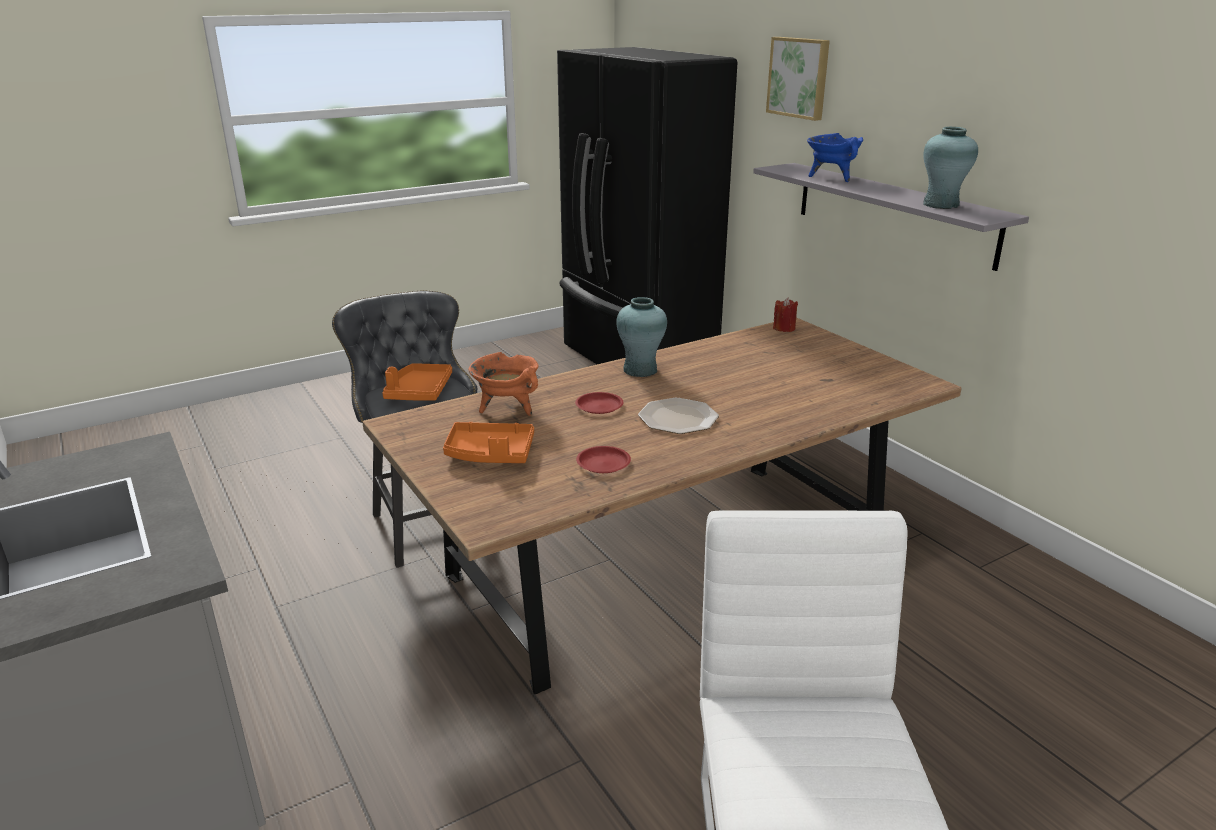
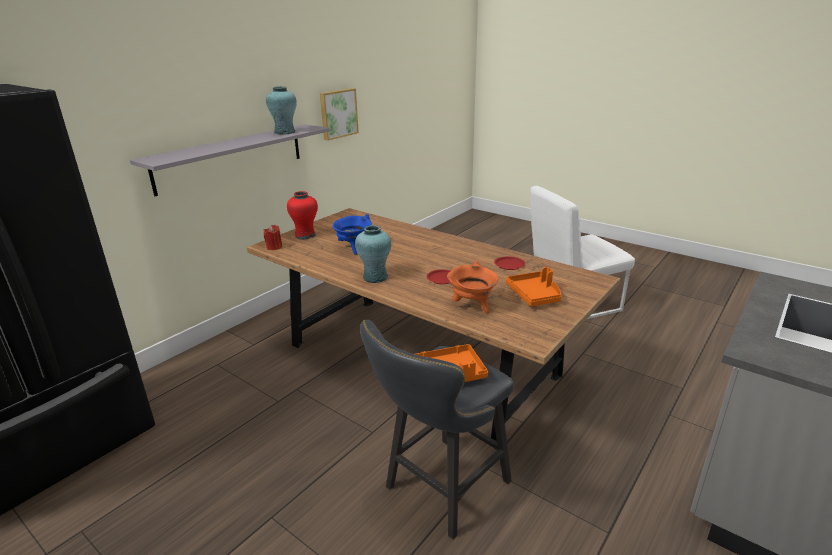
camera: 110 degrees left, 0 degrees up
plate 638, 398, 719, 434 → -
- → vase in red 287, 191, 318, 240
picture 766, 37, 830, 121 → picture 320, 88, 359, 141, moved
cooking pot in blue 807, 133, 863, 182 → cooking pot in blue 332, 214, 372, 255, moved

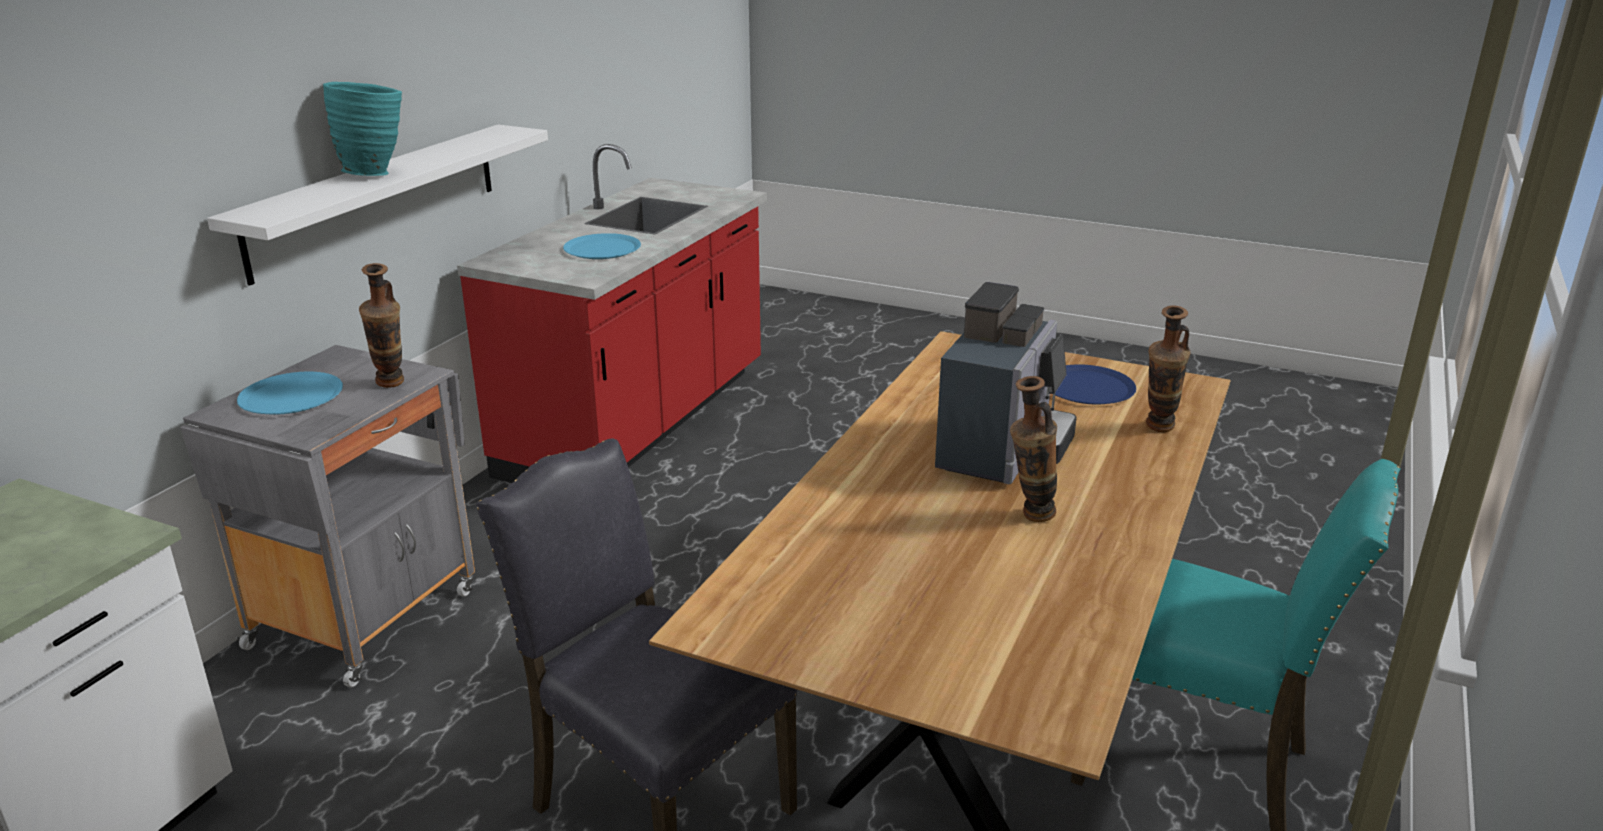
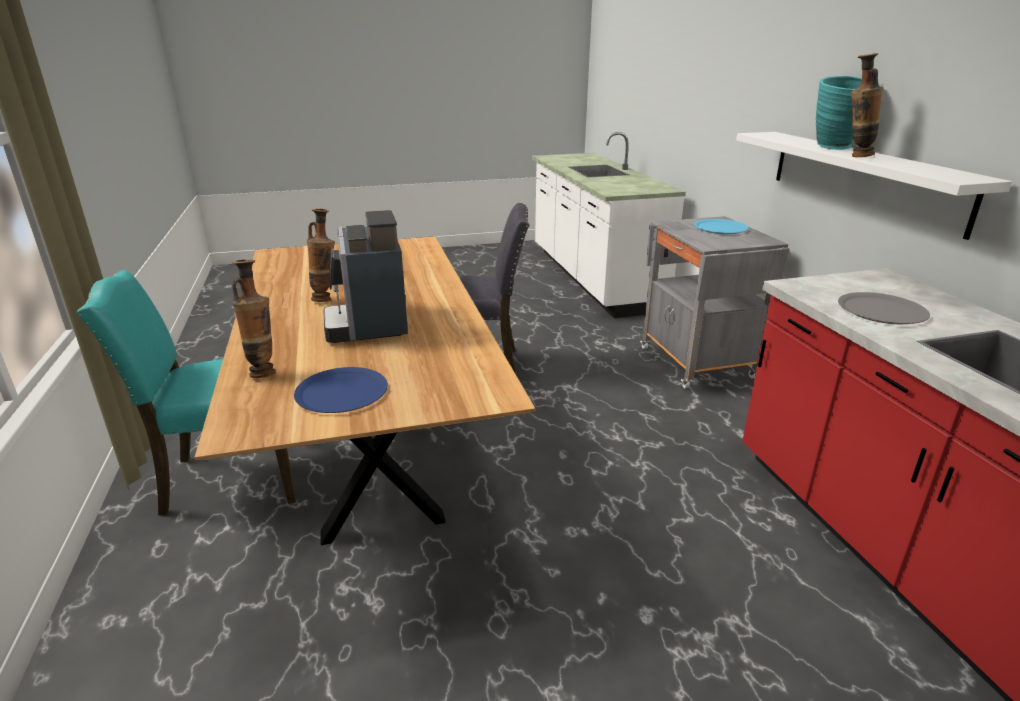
camera: 140 degrees right, 0 degrees up
vase 359, 263, 404, 388 → vase 851, 53, 883, 157, moved
plate in blue 563, 233, 641, 259 → plate in grey 838, 292, 930, 324

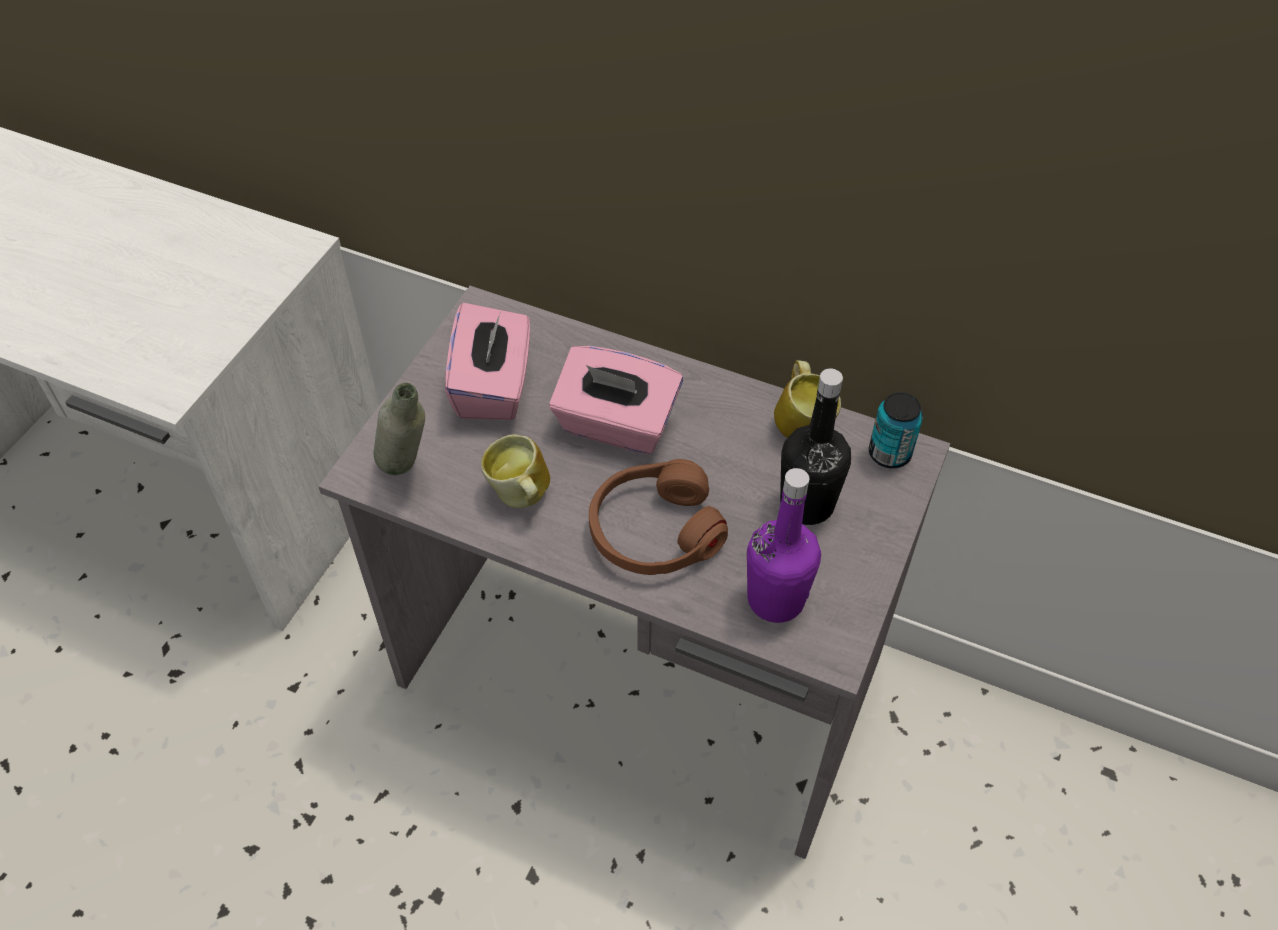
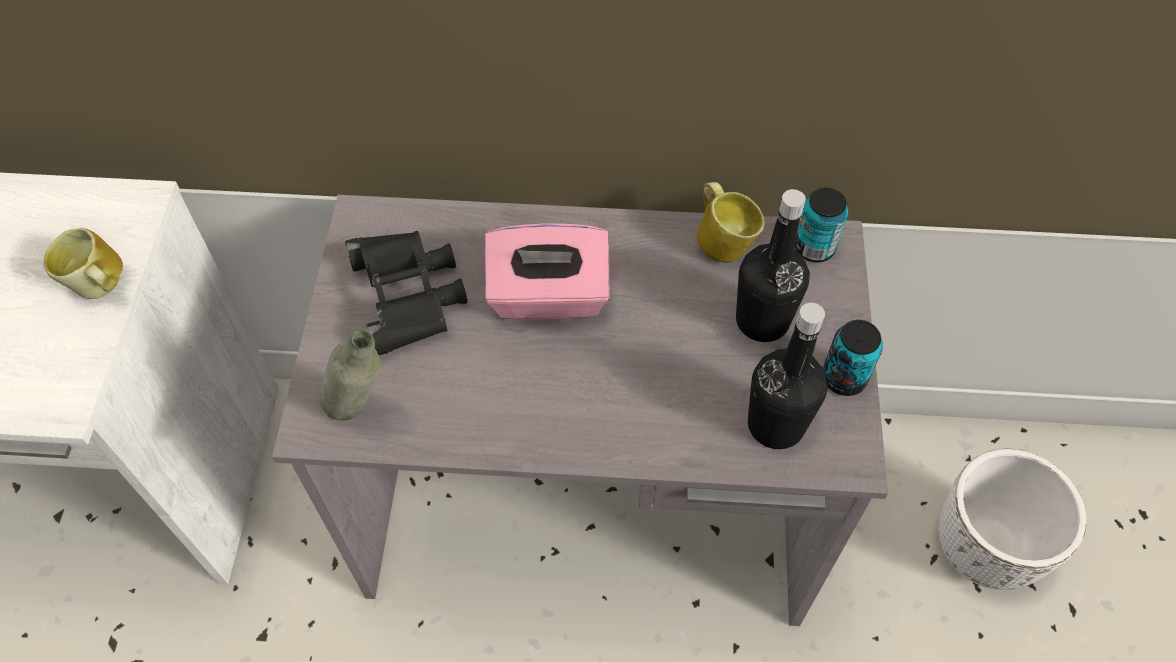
camera: 20 degrees left, 5 degrees up
headphones in brown 589, 459, 728, 575 → -
- → can 823, 320, 883, 396
- → planter in white 939, 449, 1087, 590
mug 481, 434, 550, 508 → mug 44, 228, 123, 299, moved
tissue box in pink 445, 303, 530, 420 → binoculars in black 345, 231, 468, 355
bottle in purple 747, 468, 821, 623 → bottle in black 748, 303, 827, 449

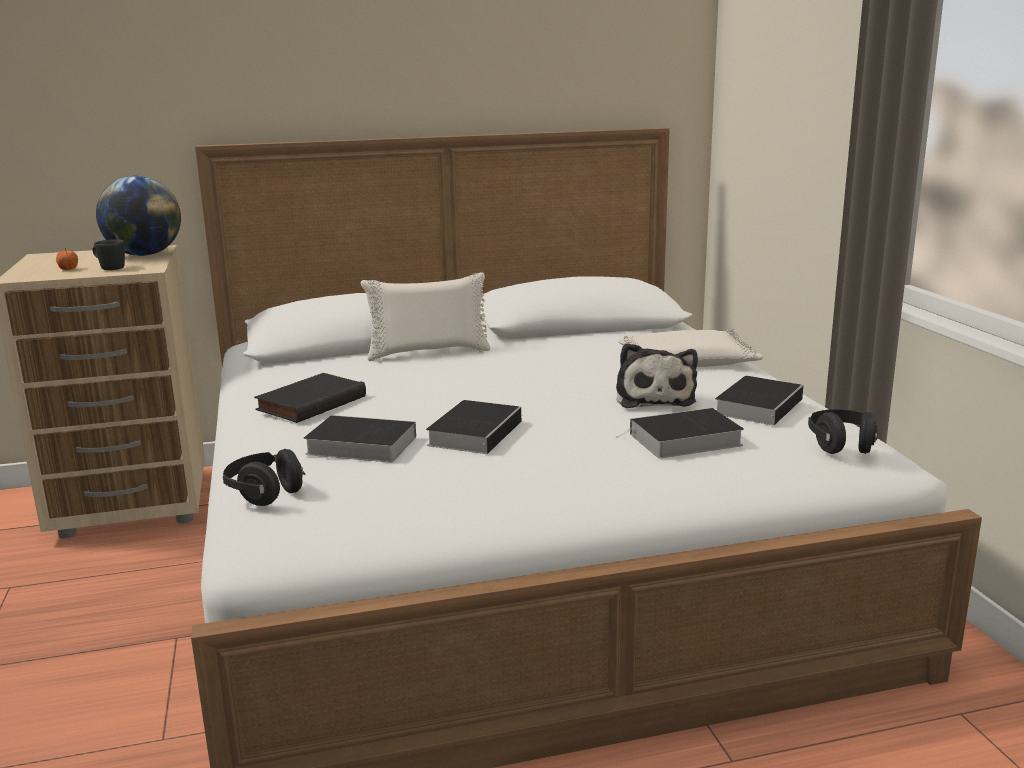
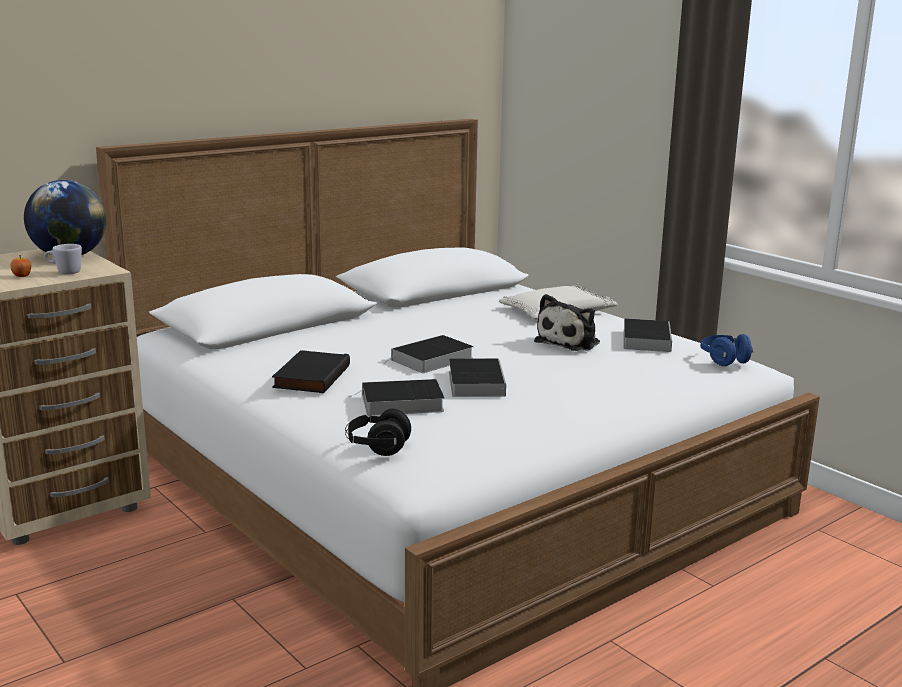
camera: 25 degrees left, 0 degrees up
pillow in white 361, 272, 490, 361 → -
book 615, 408, 744, 458 → book 383, 335, 474, 373, moved
mug in black 92, 239, 125, 270 → mug in white 44, 244, 82, 274
headphones in black 808, 409, 878, 454 → headphones in blue 700, 334, 754, 366
plush toy 616, 343, 698, 408 → plush toy 534, 294, 600, 351, 60 degrees clockwise

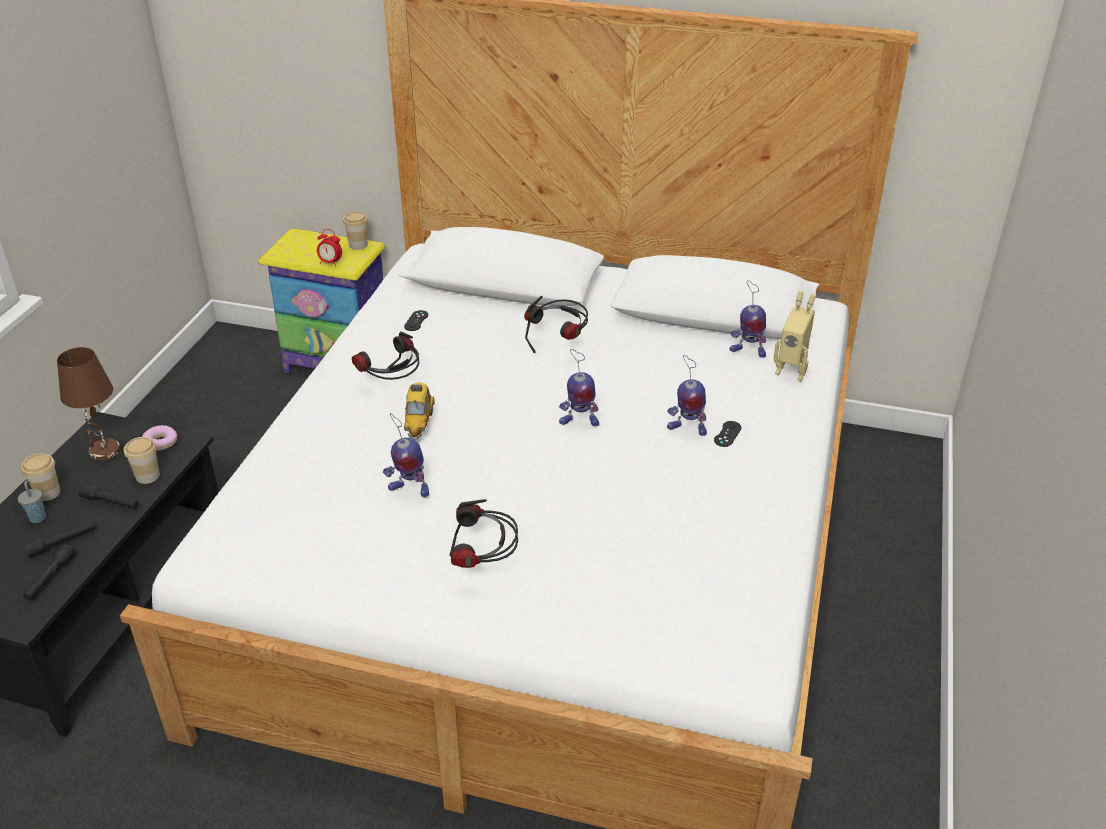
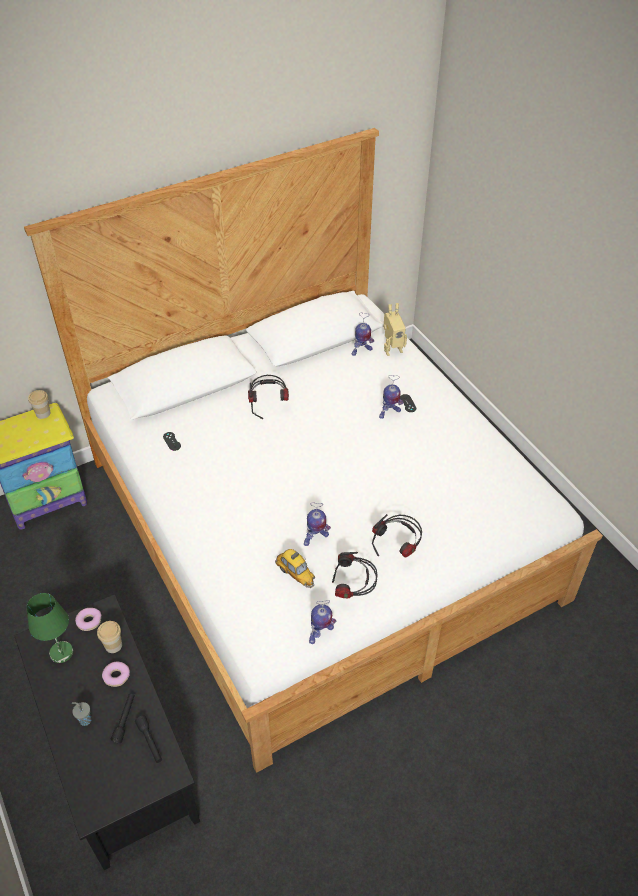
camera: 45 degrees left, 10 degrees up
cup 21, 453, 60, 501 → -
alarm clock 317, 229, 342, 267 → -
headphones 352, 332, 419, 380 → headphones 332, 552, 378, 598, moved
toy car 404, 383, 435, 439 → toy car 275, 549, 315, 588, moved
toy robot 559, 349, 599, 426 → toy robot 309, 600, 336, 644, moved
flashlight in black 79, 483, 139, 509 → donut 102, 662, 130, 687
table lamp in brown 57, 347, 120, 461 → table lamp in green 27, 593, 73, 663

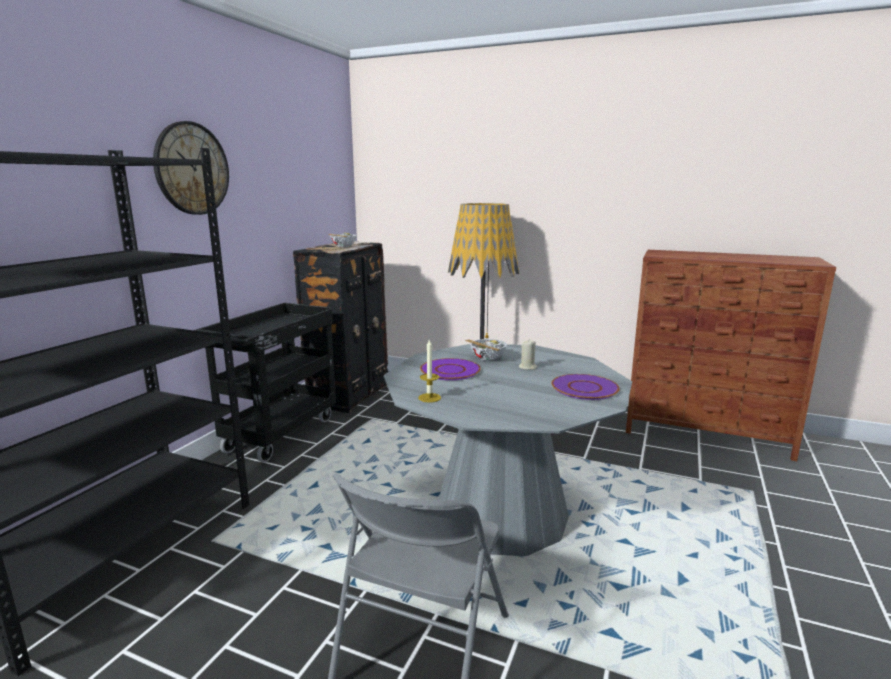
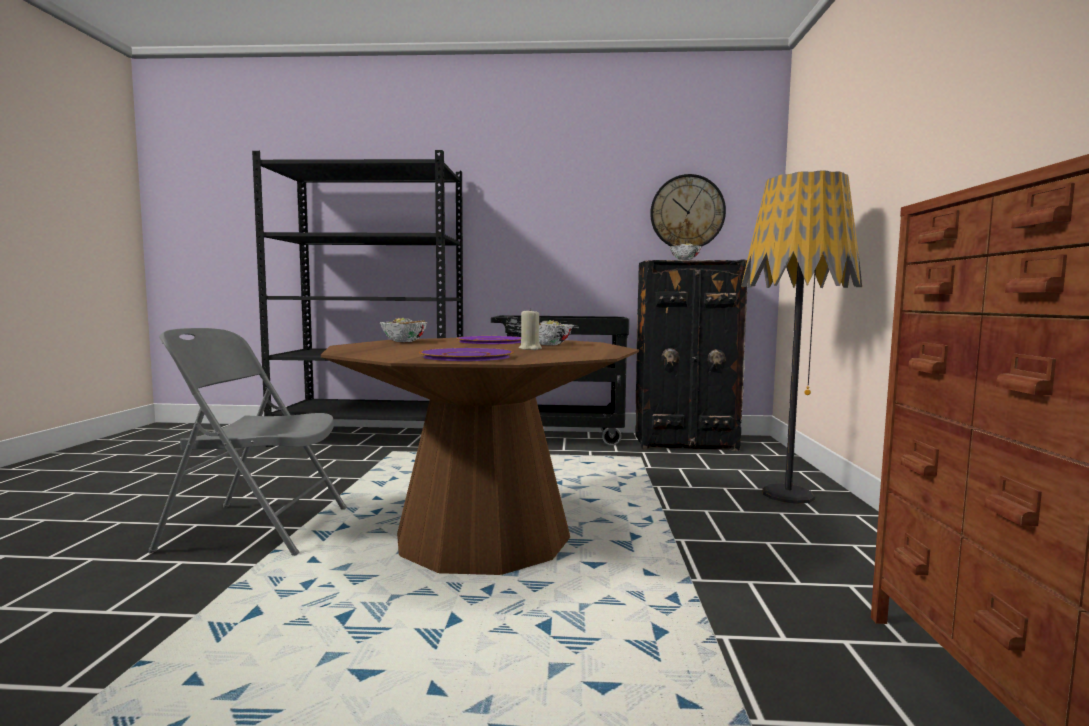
camera: 70 degrees right, 10 degrees down
wall clock 153, 121, 229, 215 → wall clock 650, 174, 726, 246, moved
candle 418, 340, 441, 402 → bowl 380, 318, 428, 342
dining table in grey 383, 344, 632, 556 → dining table in brown 321, 338, 639, 575

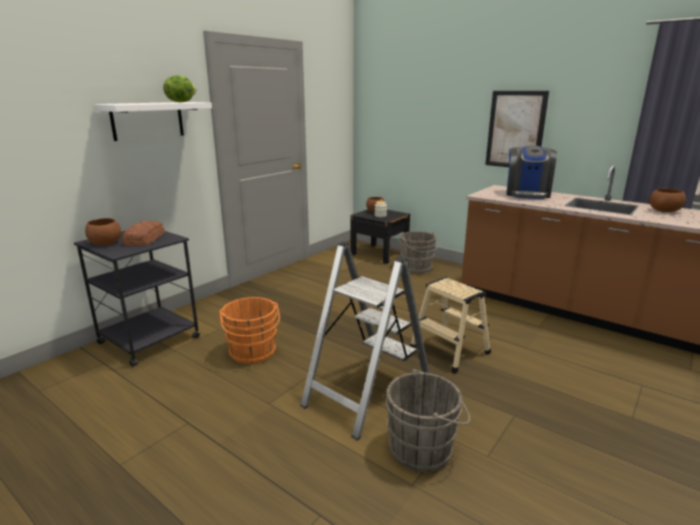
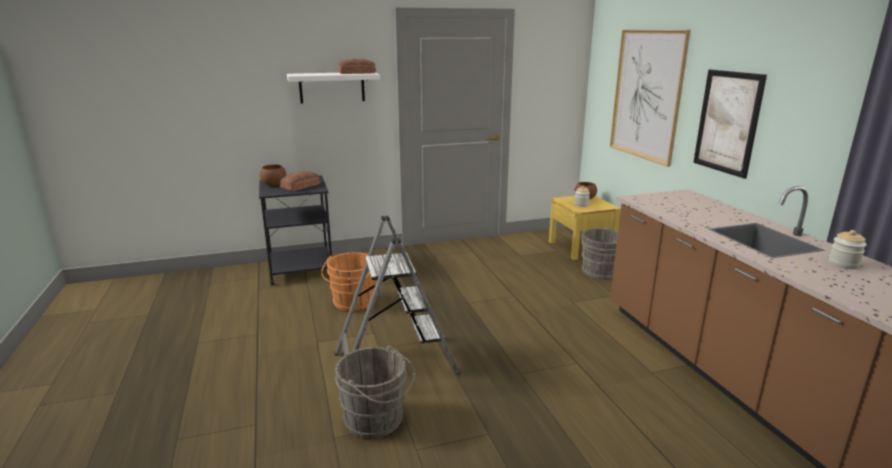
camera: 35 degrees right, 0 degrees up
step ladder in beige 410, 277, 491, 374 → -
coffee machine 506, 145, 557, 199 → -
- → picture 610, 30, 691, 167
lettuce 163, 75, 197, 102 → bread 338, 59, 376, 74
bowl in brown 650, 189, 686, 212 → jar 829, 230, 867, 269
nightstand in black 350, 209, 410, 264 → nightstand in yellow 549, 196, 621, 260

